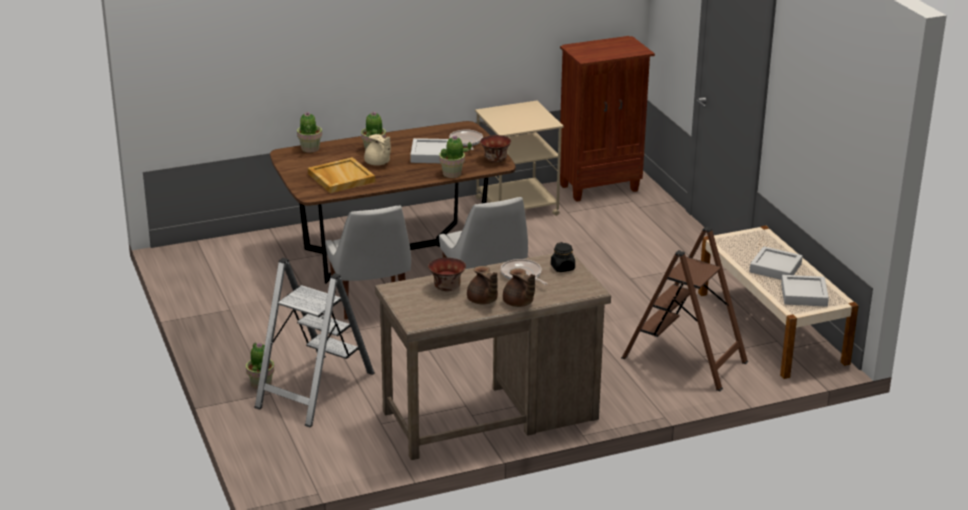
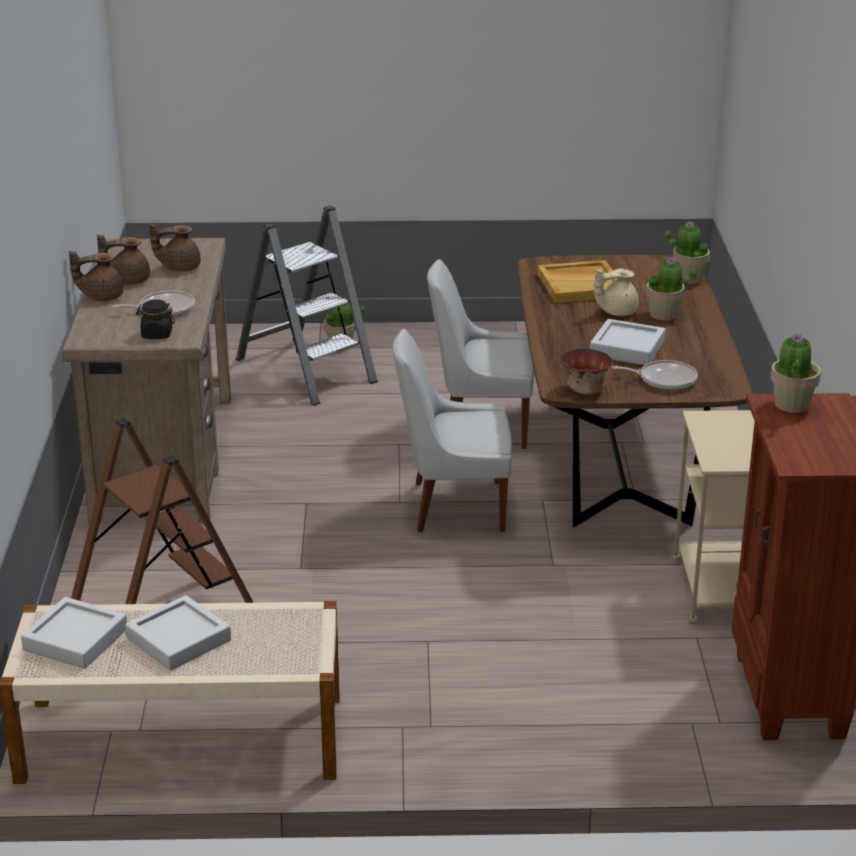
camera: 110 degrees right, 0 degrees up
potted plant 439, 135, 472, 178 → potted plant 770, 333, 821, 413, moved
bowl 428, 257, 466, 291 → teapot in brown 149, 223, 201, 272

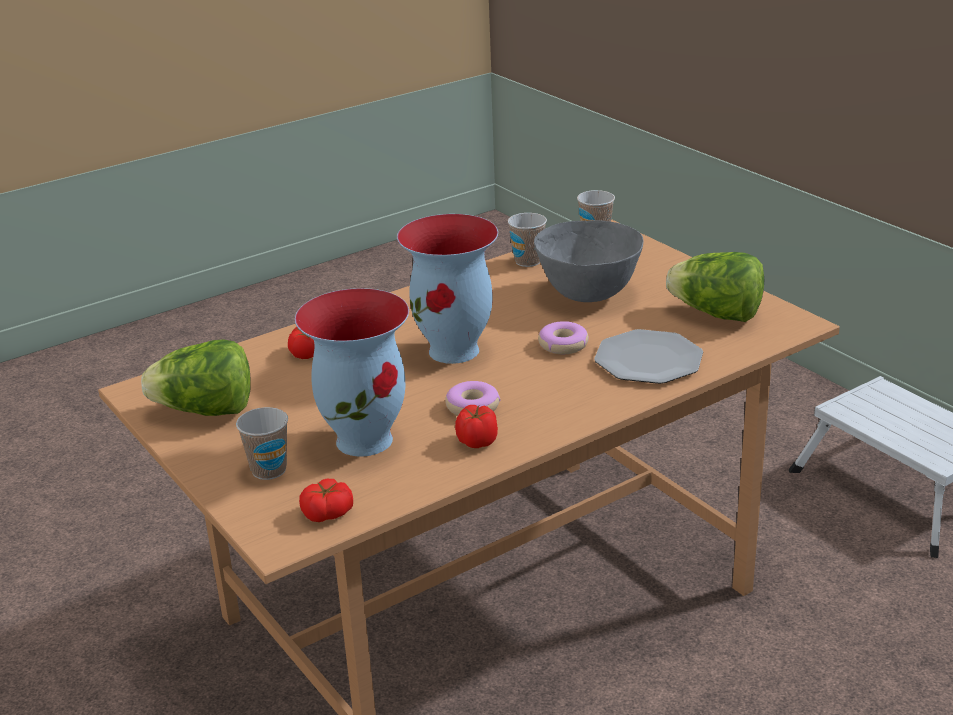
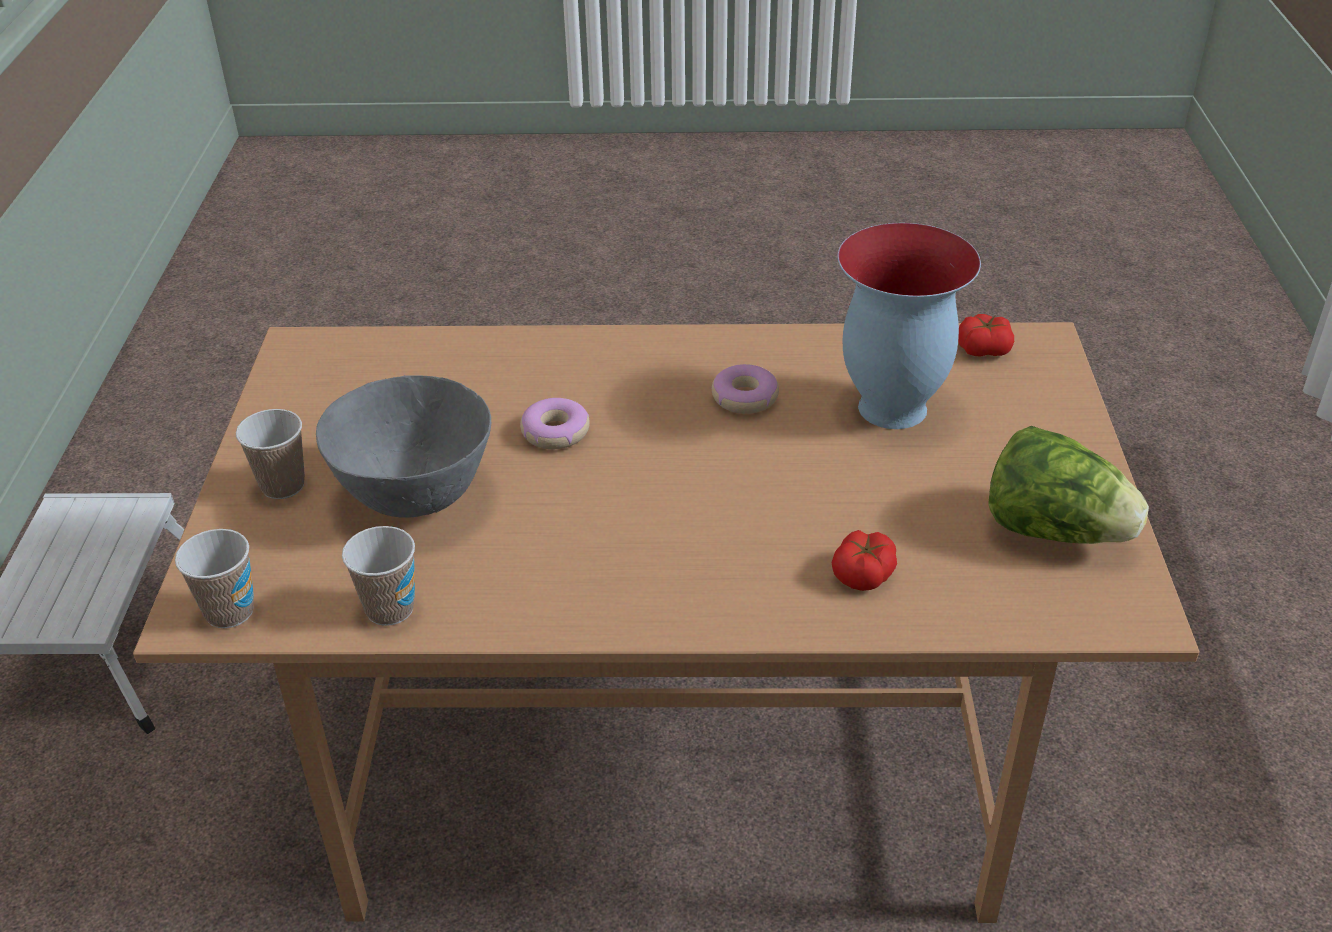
camera: 145 degrees left, 10 degrees up
vase 397, 214, 498, 364 → -
tomato 455, 405, 498, 448 → -
plate 594, 329, 703, 384 → -
lettuce 666, 252, 764, 322 → -
cup 236, 407, 288, 480 → cup 236, 409, 305, 499, moved

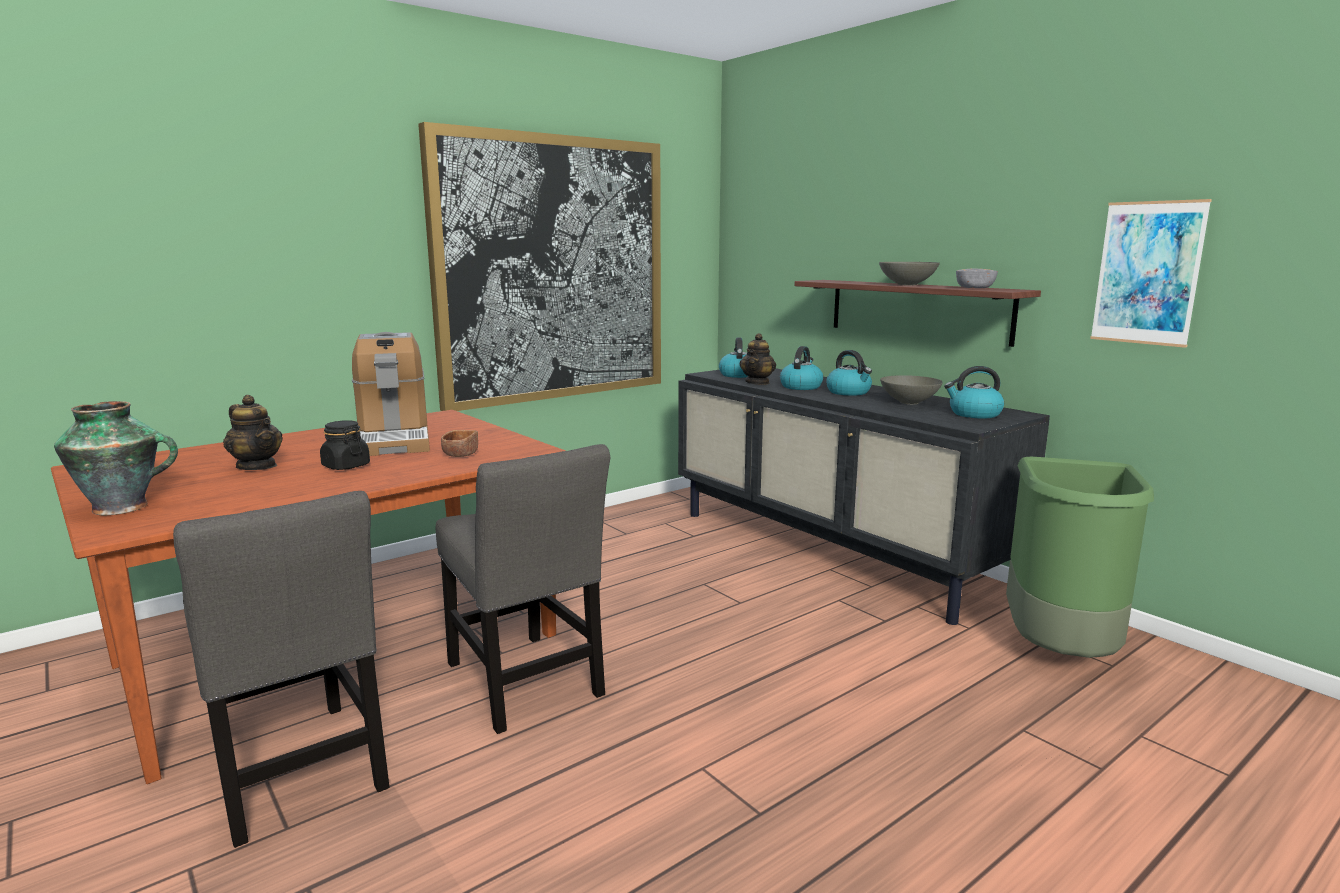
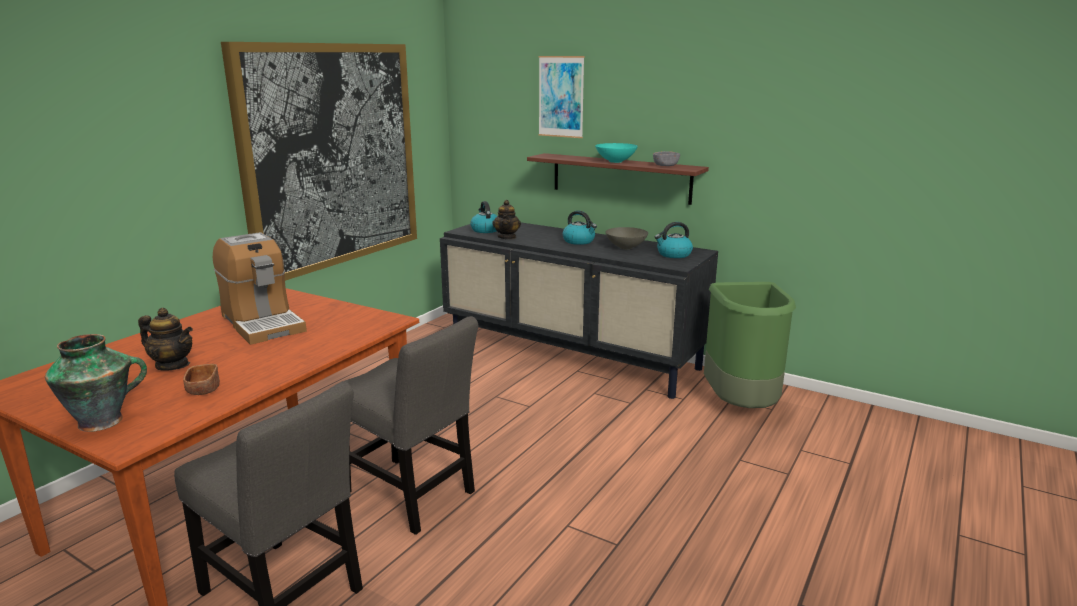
camera: 20 degrees left, 5 degrees up
jar in black 320, 420, 370, 470 → -
kettle 780, 346, 823, 390 → -
bowl in brown 441, 430, 478, 457 → bowl in brown 183, 364, 220, 395, moved
picture 1090, 199, 1212, 348 → picture 539, 56, 585, 138, moved
bowl in grey 879, 262, 940, 285 → bowl in turquoise 595, 143, 638, 163

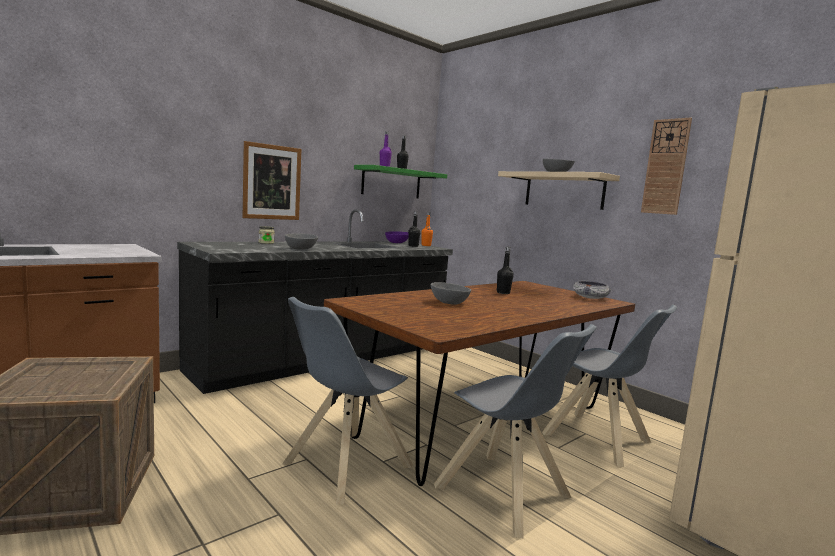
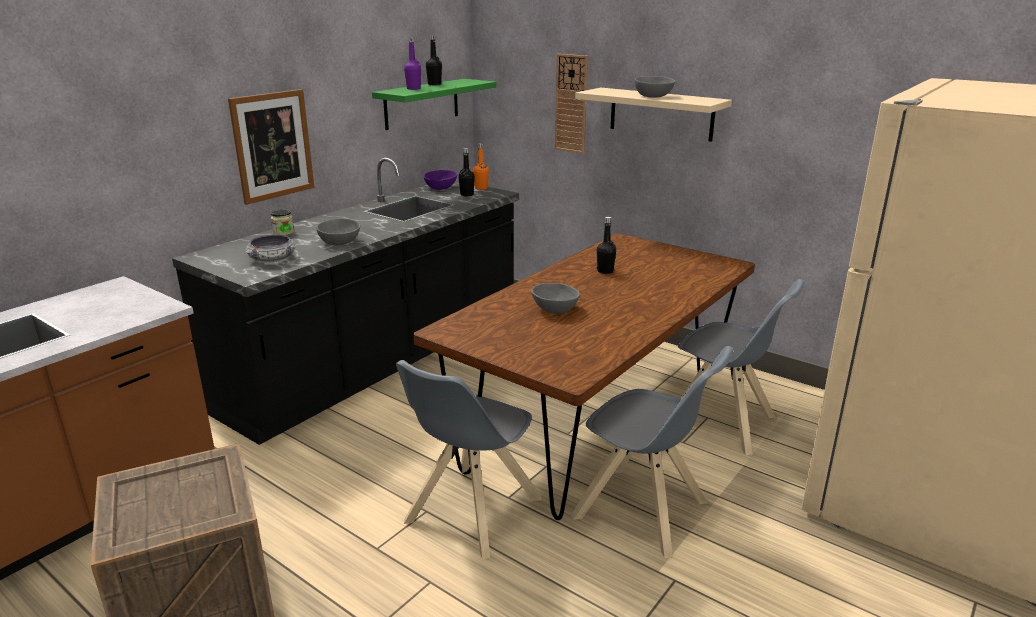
camera: 10 degrees left, 15 degrees up
bowl 573, 281, 611, 299 → bowl 246, 235, 296, 262, moved
wall clock 641, 118, 692, 215 → wall clock 555, 54, 588, 154, moved

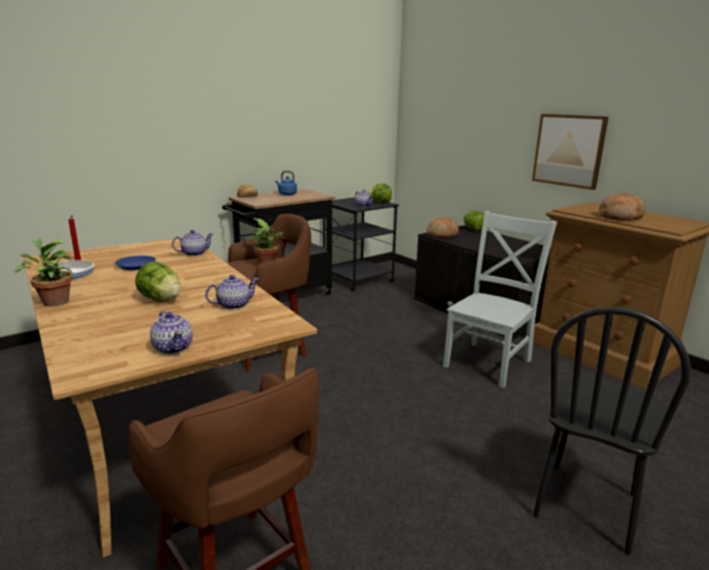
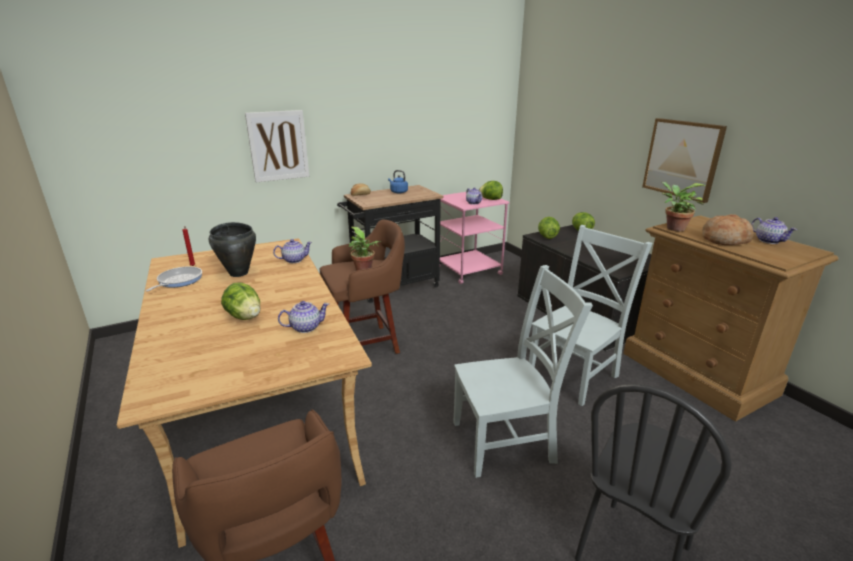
camera: 10 degrees right, 5 degrees up
- → picture 245, 110, 309, 183
- → chair in grey 453, 265, 593, 478
potted plant 14, 238, 74, 306 → potted plant 662, 182, 705, 232, moved
teapot 150, 311, 193, 354 → teapot 751, 217, 797, 244, moved
plate in blue 115, 256, 156, 270 → cooking pot in black 209, 222, 256, 277
bread 427, 217, 459, 238 → lettuce 538, 217, 560, 239
cart in black 323, 197, 399, 291 → cart in pink 440, 192, 509, 284

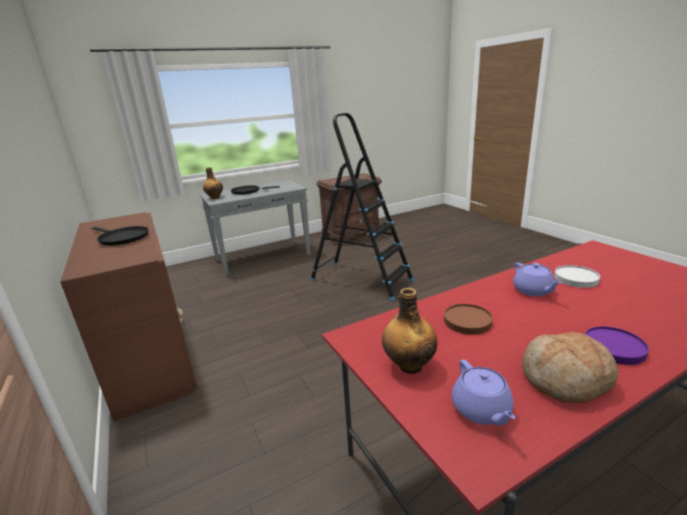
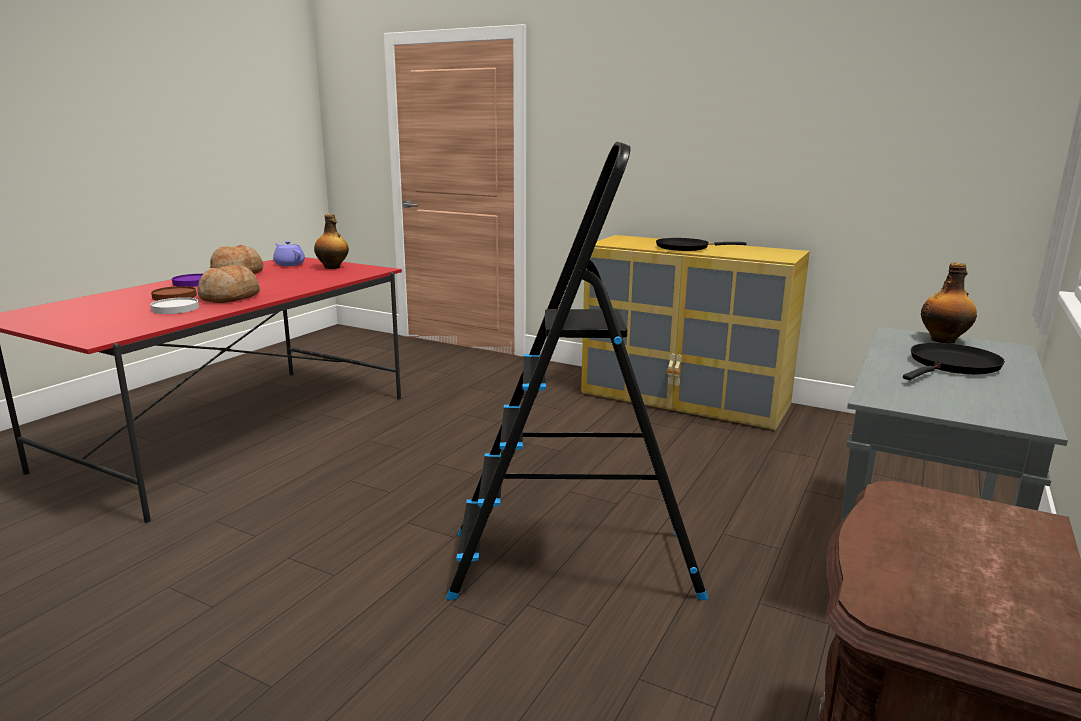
camera: 145 degrees right, 5 degrees down
plate in brown 444, 304, 493, 335 → plate in brown 151, 286, 197, 301, moved
teapot in purple 513, 263, 561, 296 → bread 198, 265, 260, 303
cabinet in brown 60, 212, 197, 422 → cabinet in yellow 581, 235, 810, 430

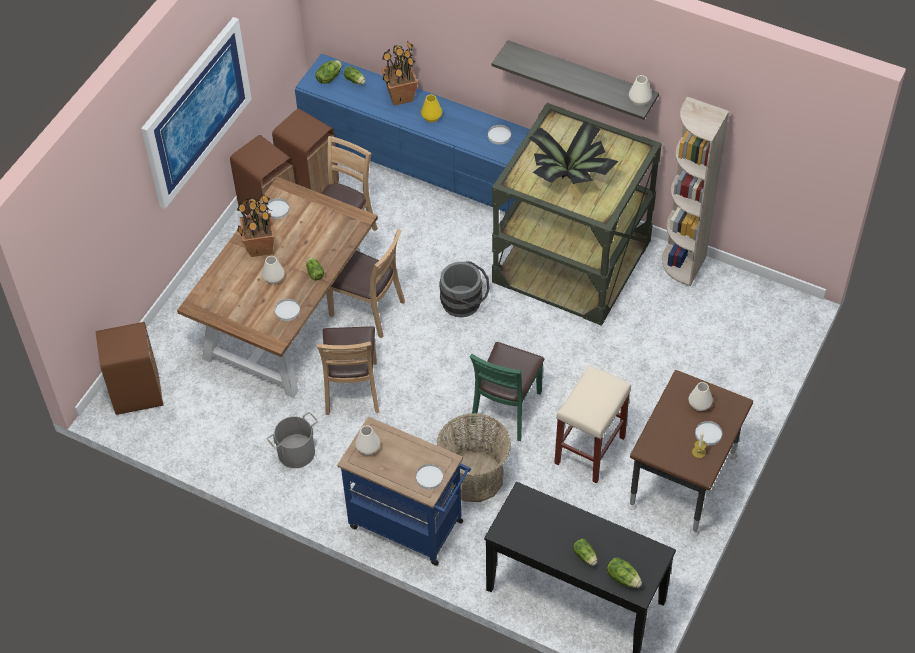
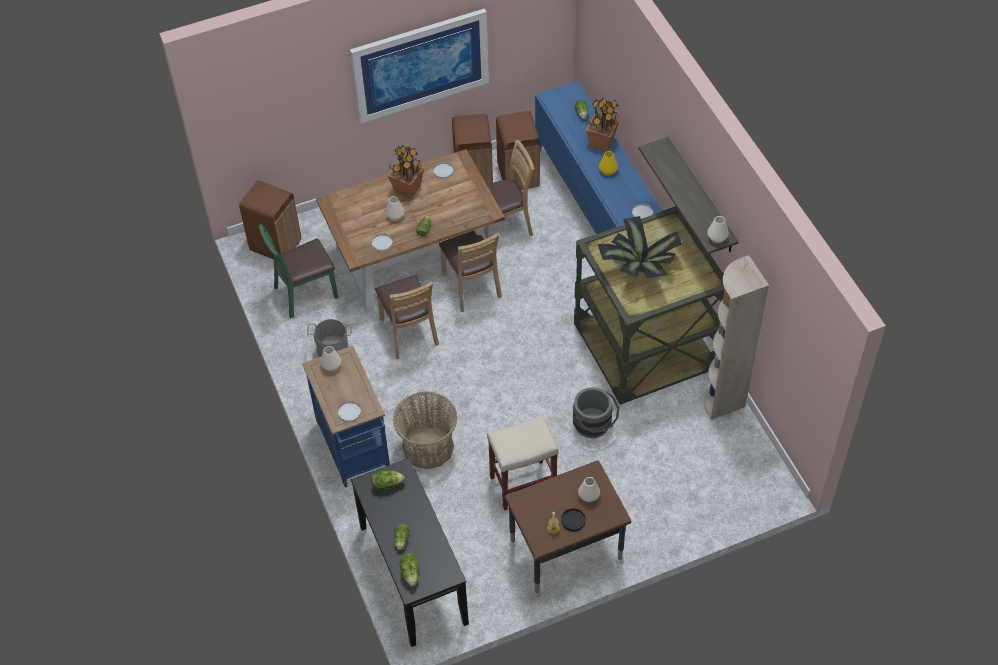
camera: 40 degrees right, 0 degrees up
lettuce 315, 60, 342, 84 → lettuce 371, 471, 404, 490, moved
bucket in grey 439, 261, 490, 318 → bucket in grey 573, 387, 619, 438, moved
chair in green 470, 342, 545, 441 → chair in green 259, 224, 338, 318, moved
plate in white 695, 421, 722, 446 → plate in black 561, 509, 586, 532
chair in brown 317, 326, 379, 415 → chair in brown 375, 275, 439, 359, 60 degrees counterclockwise

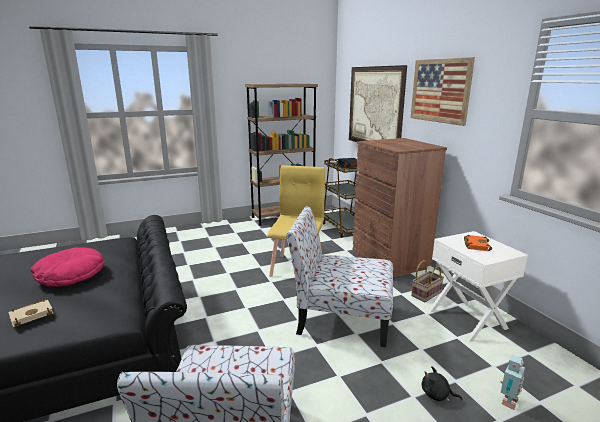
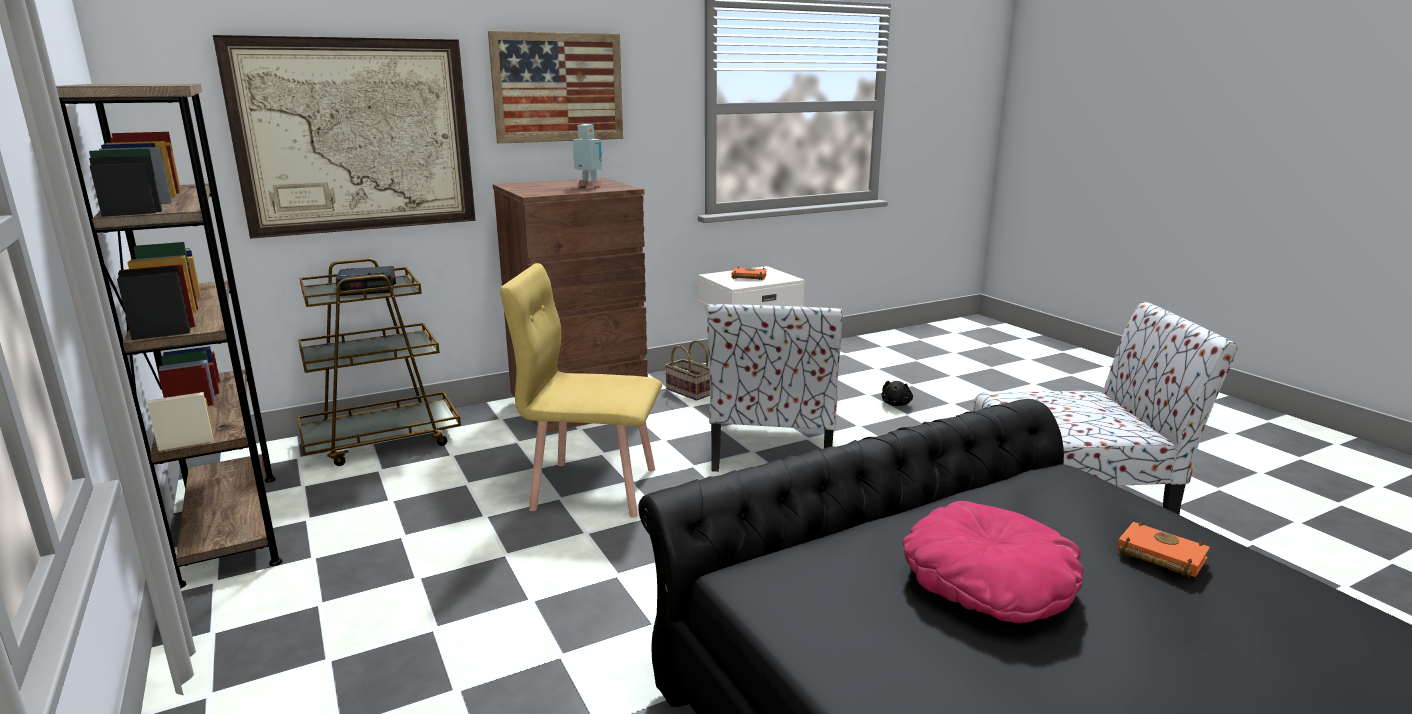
camera: 95 degrees left, 0 degrees up
toy robot 501, 355, 525, 410 → toy robot 573, 124, 602, 187, moved
book in beige 8, 300, 53, 327 → book in orange 1117, 521, 1210, 578

